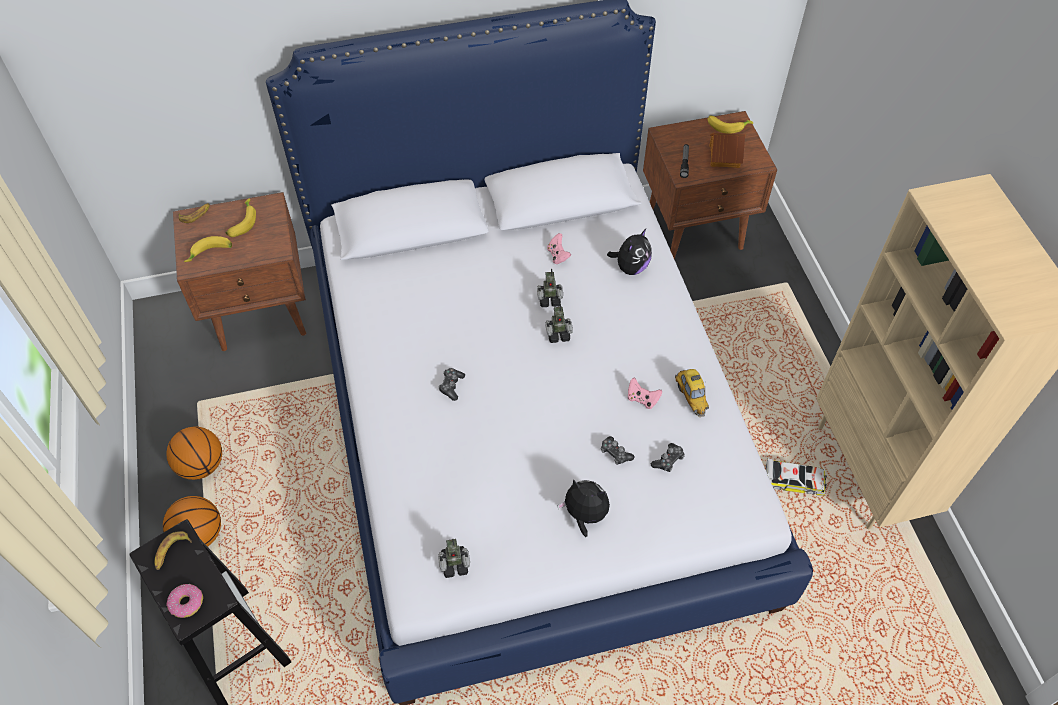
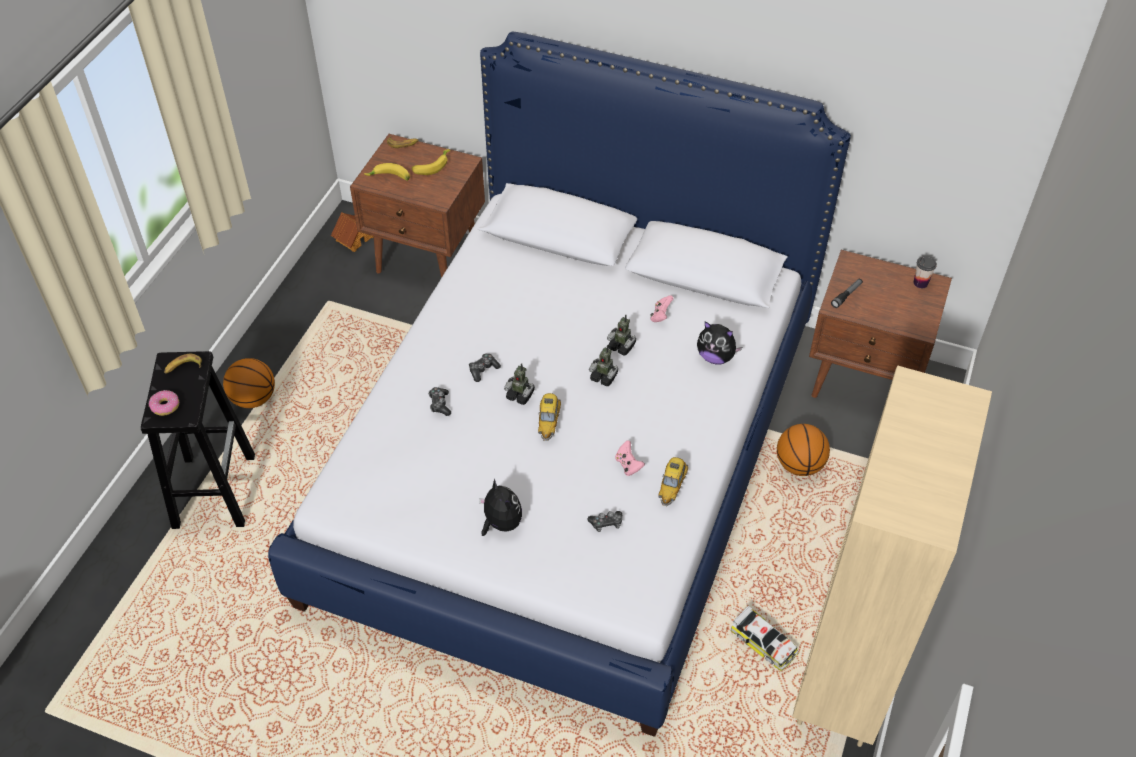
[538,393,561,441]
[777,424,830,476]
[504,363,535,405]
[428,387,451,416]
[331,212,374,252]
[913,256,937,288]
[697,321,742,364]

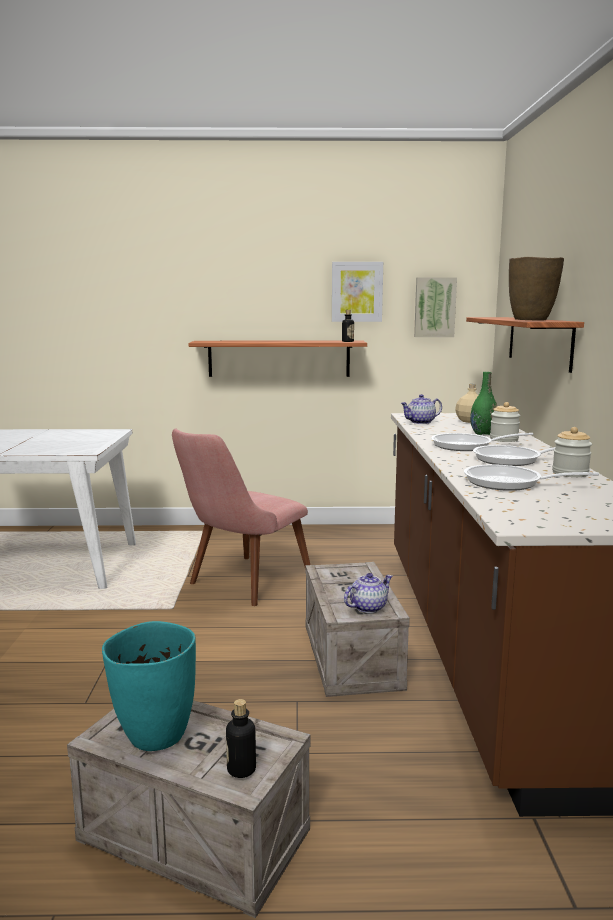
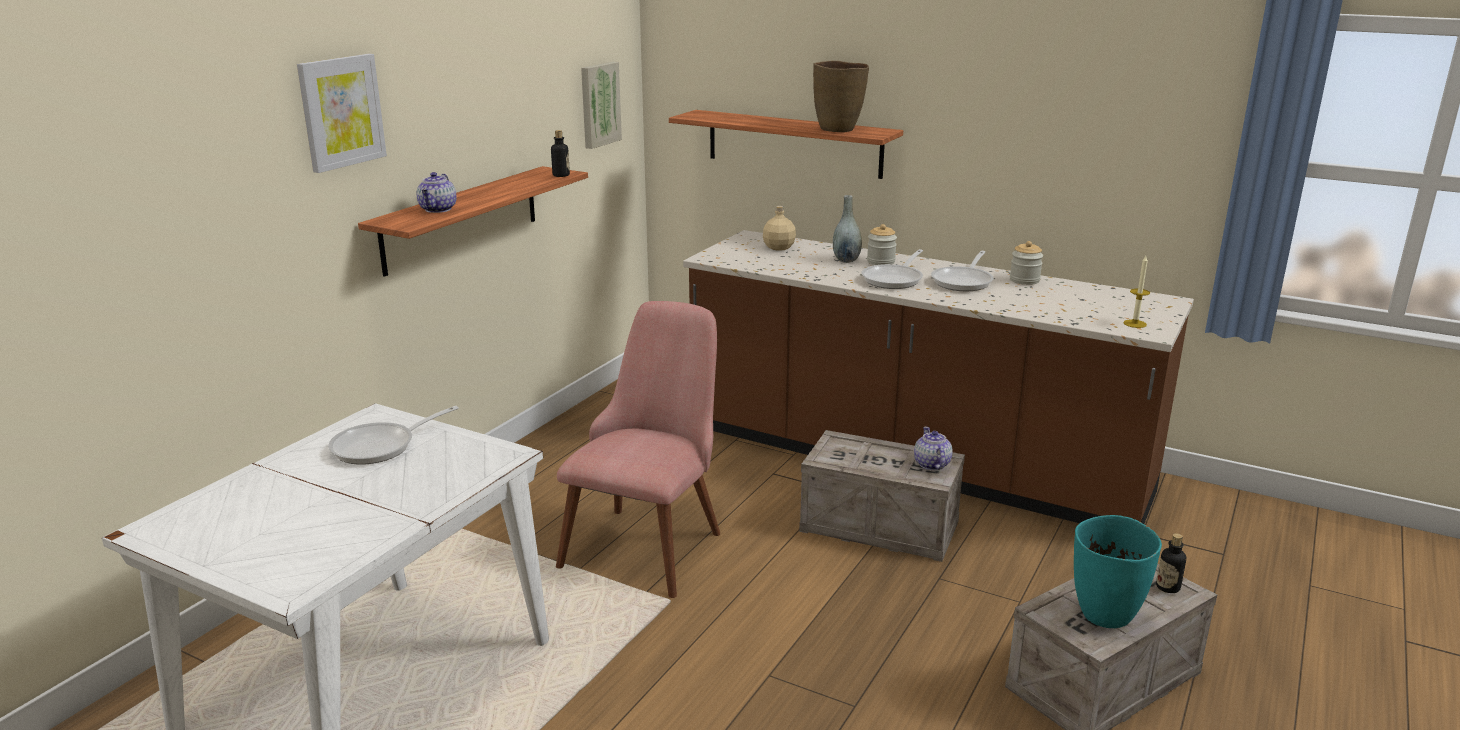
[1124,256,1150,328]
[297,54,387,173]
[417,172,456,213]
[328,406,459,465]
[833,195,862,263]
[556,301,720,598]

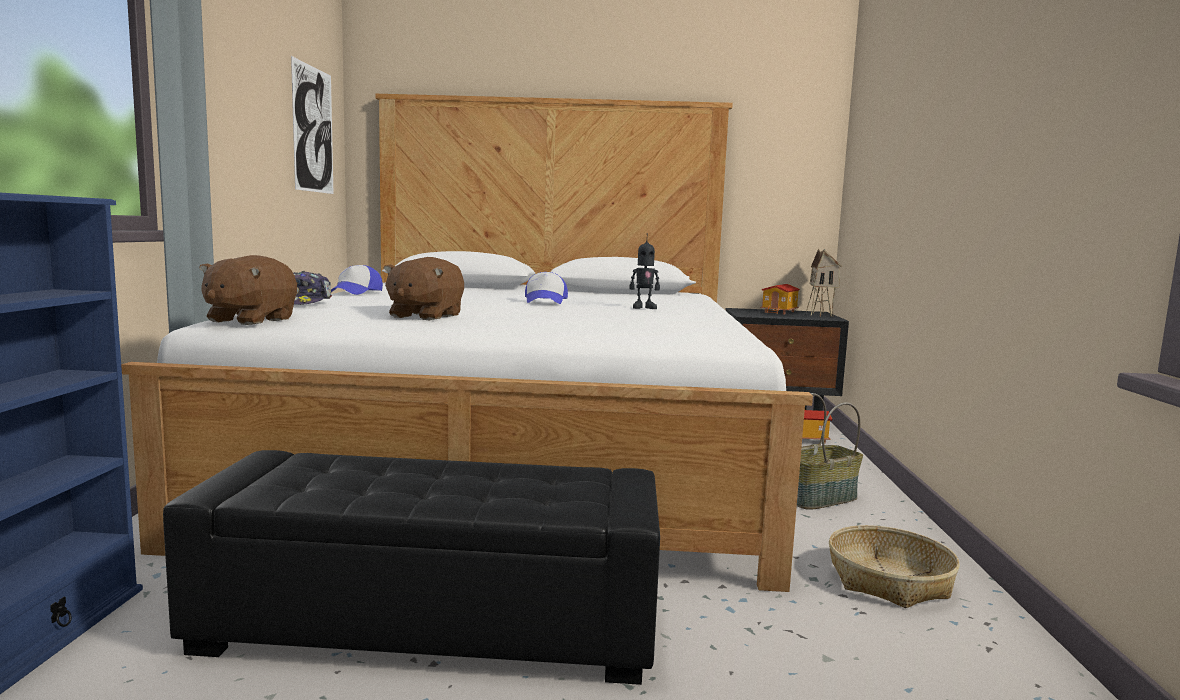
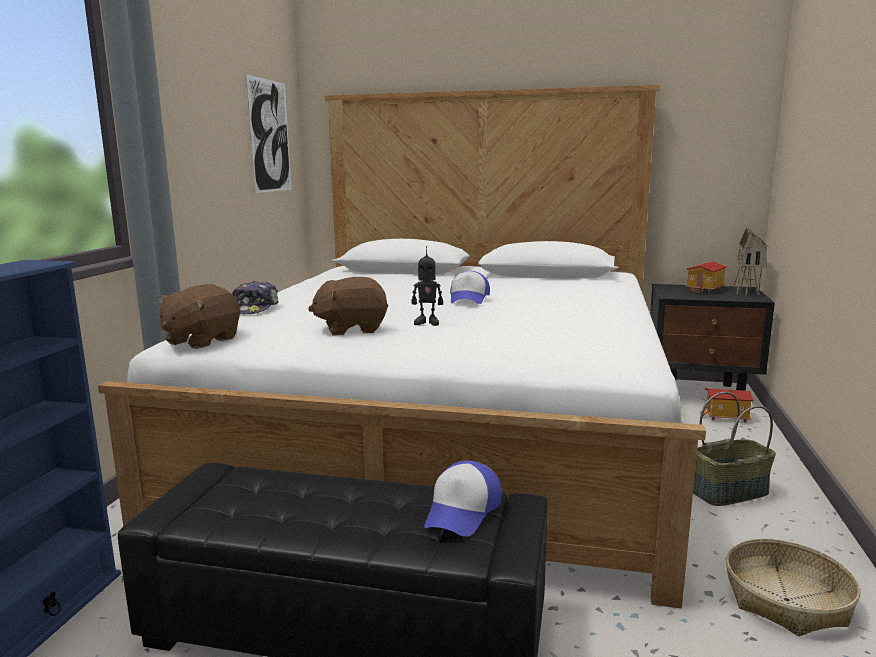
[424,460,502,537]
[412,246,443,326]
[308,277,388,335]

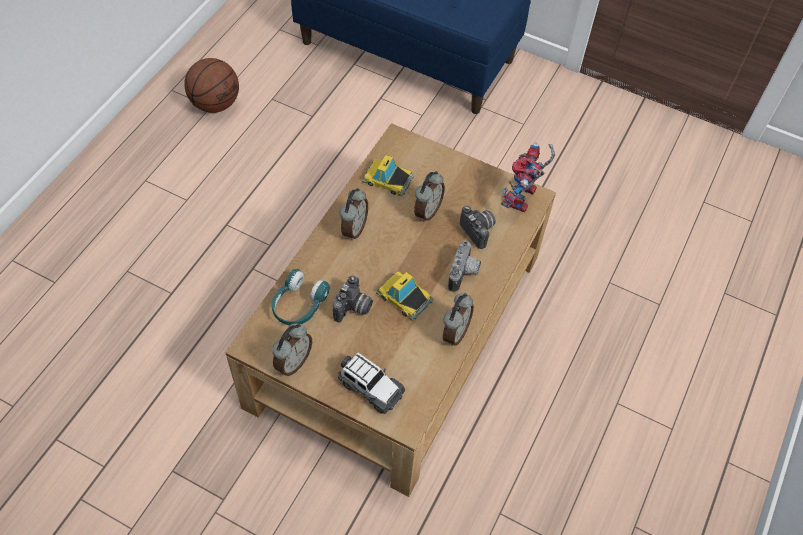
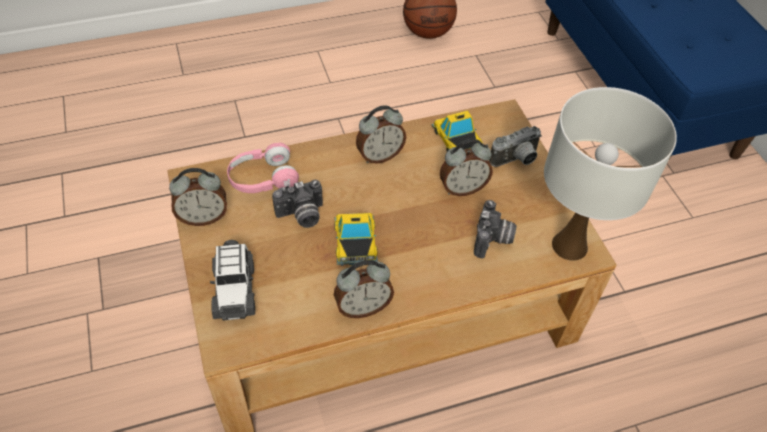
[489,126,542,167]
[544,87,677,261]
[227,143,299,193]

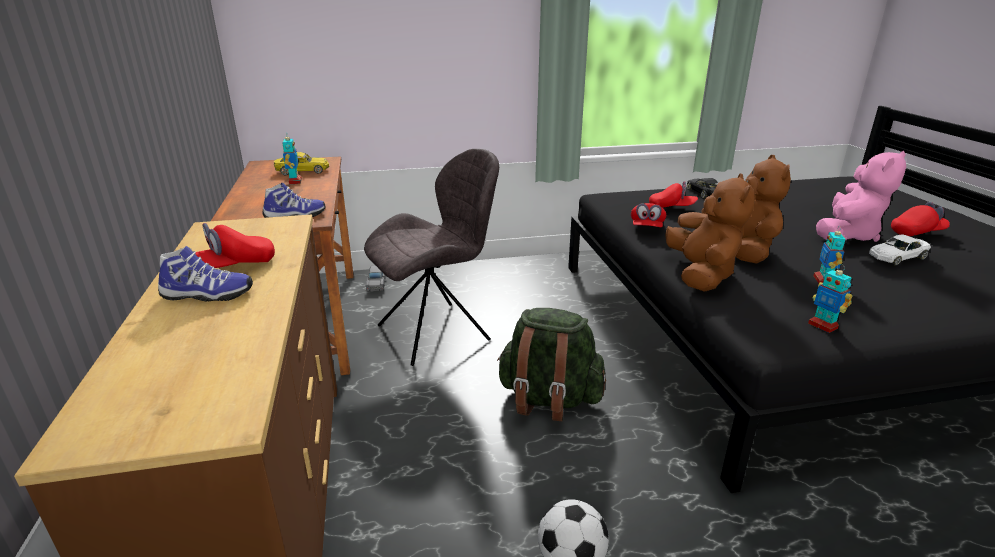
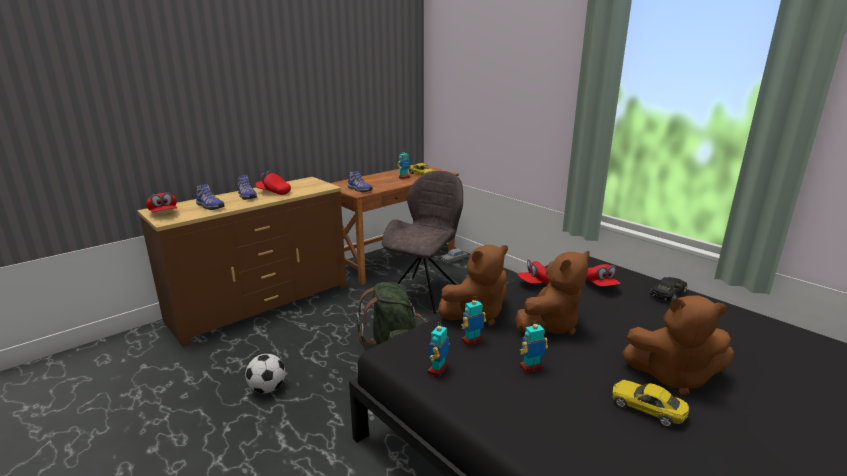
[196,184,225,210]
[461,296,486,346]
[146,192,177,213]
[622,295,734,396]
[612,380,689,427]
[382,171,463,314]

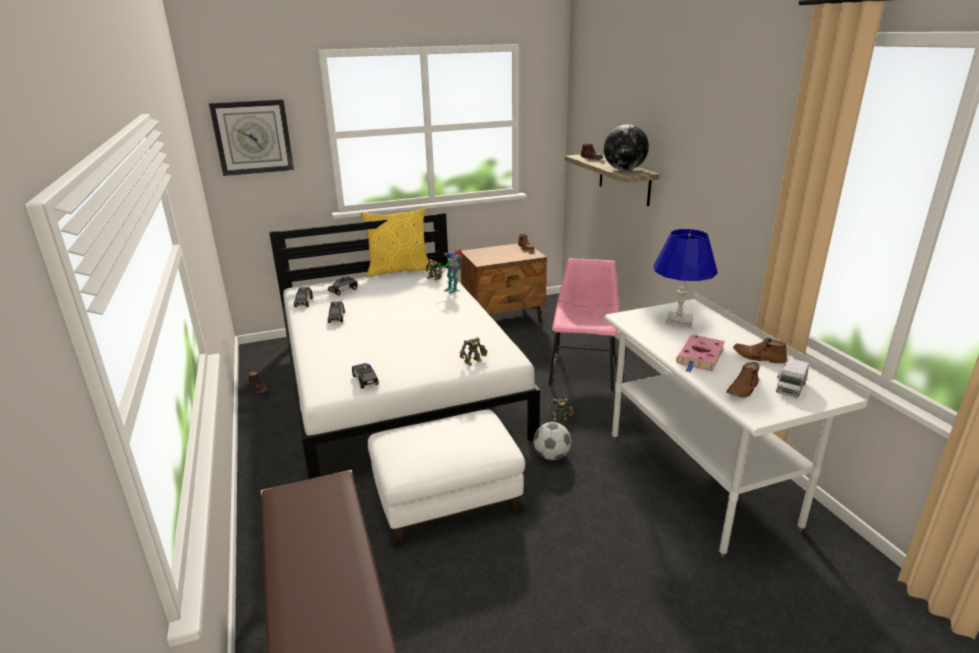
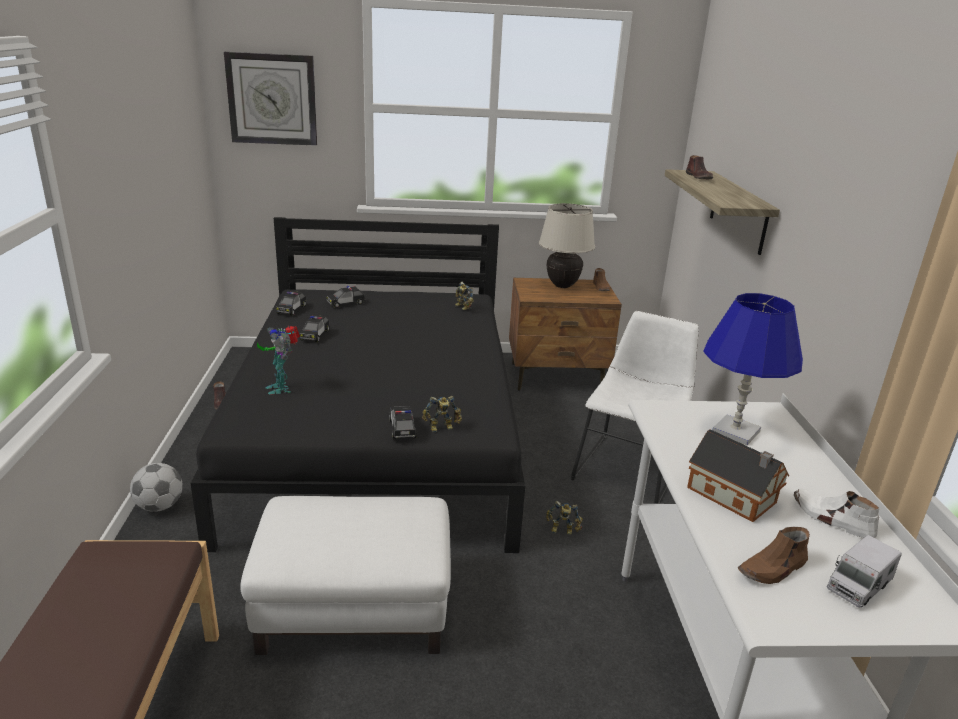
[361,208,430,277] (first image)
[604,124,649,171] (first image)
[539,203,595,288]
[389,406,417,439]
[257,326,300,395]
[130,463,183,512]
[687,429,789,522]
[190,217,525,553]
[571,311,699,504]
[794,488,880,538]

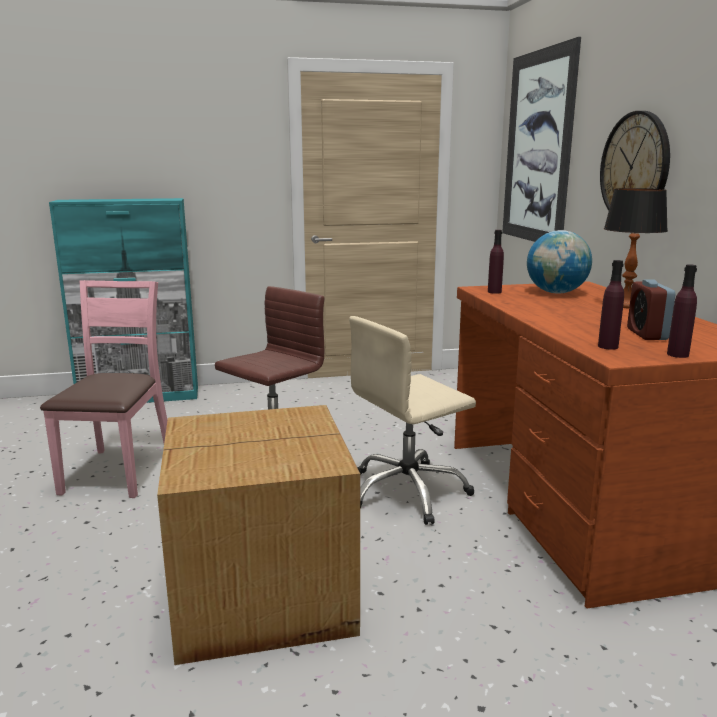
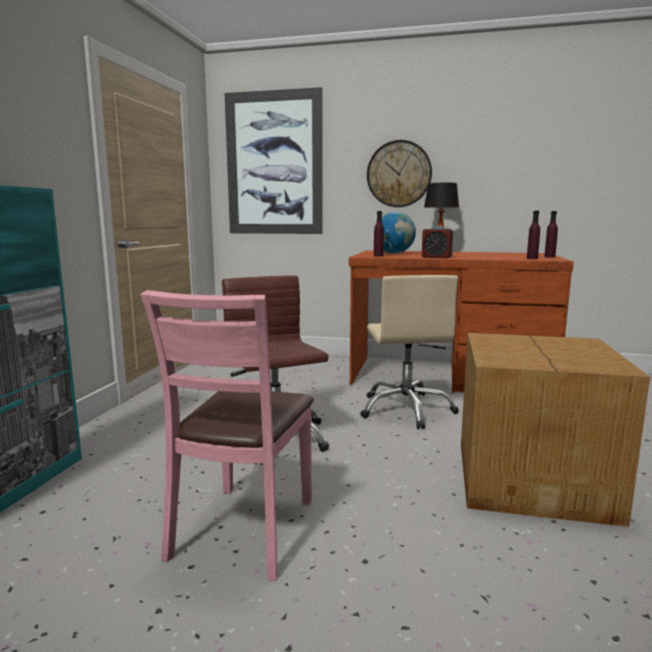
[422,226,453,258]
[140,290,314,581]

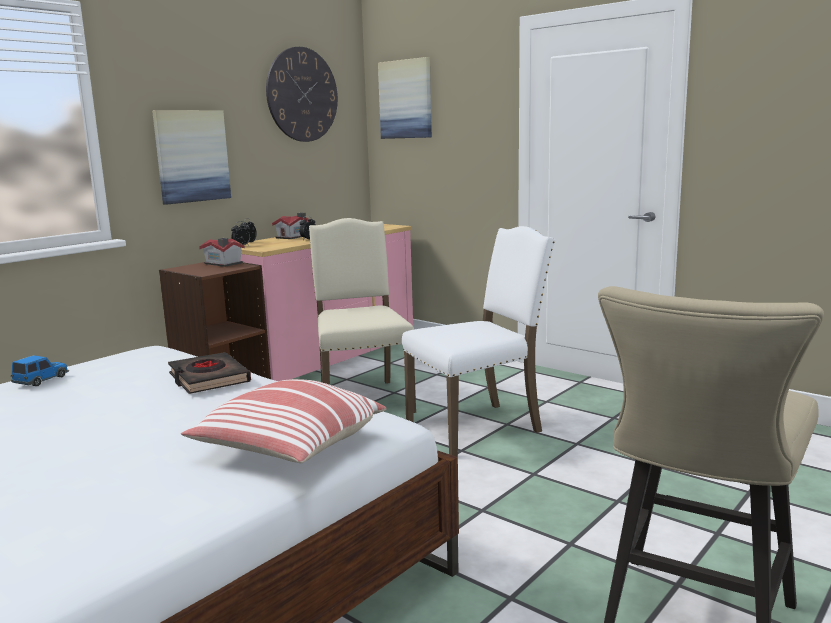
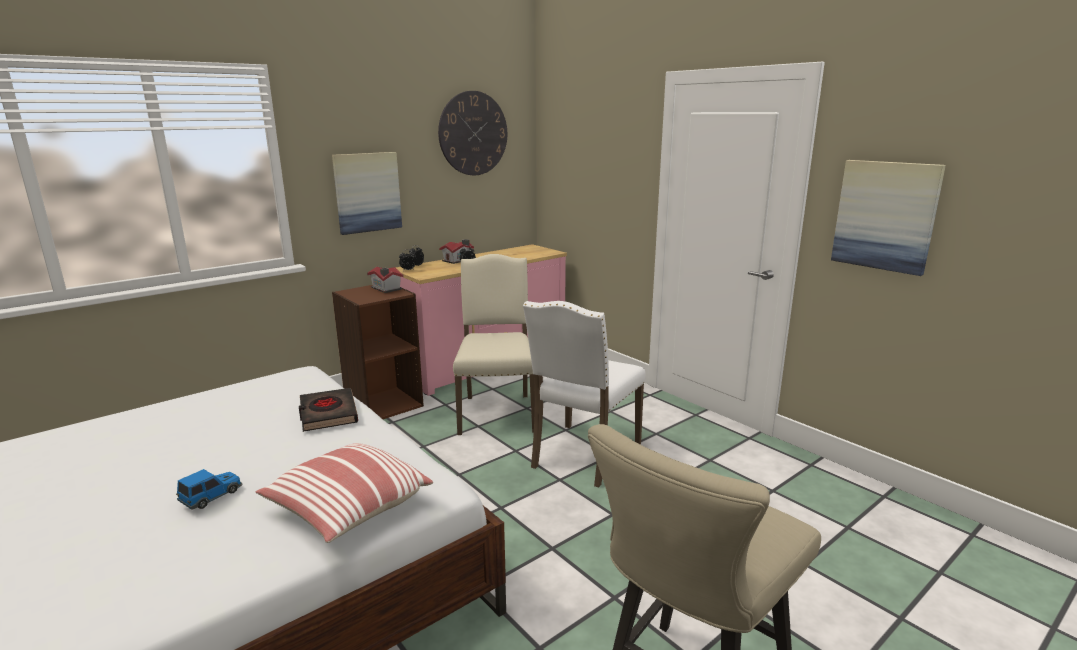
[176,469,242,510]
[831,160,946,276]
[523,301,646,488]

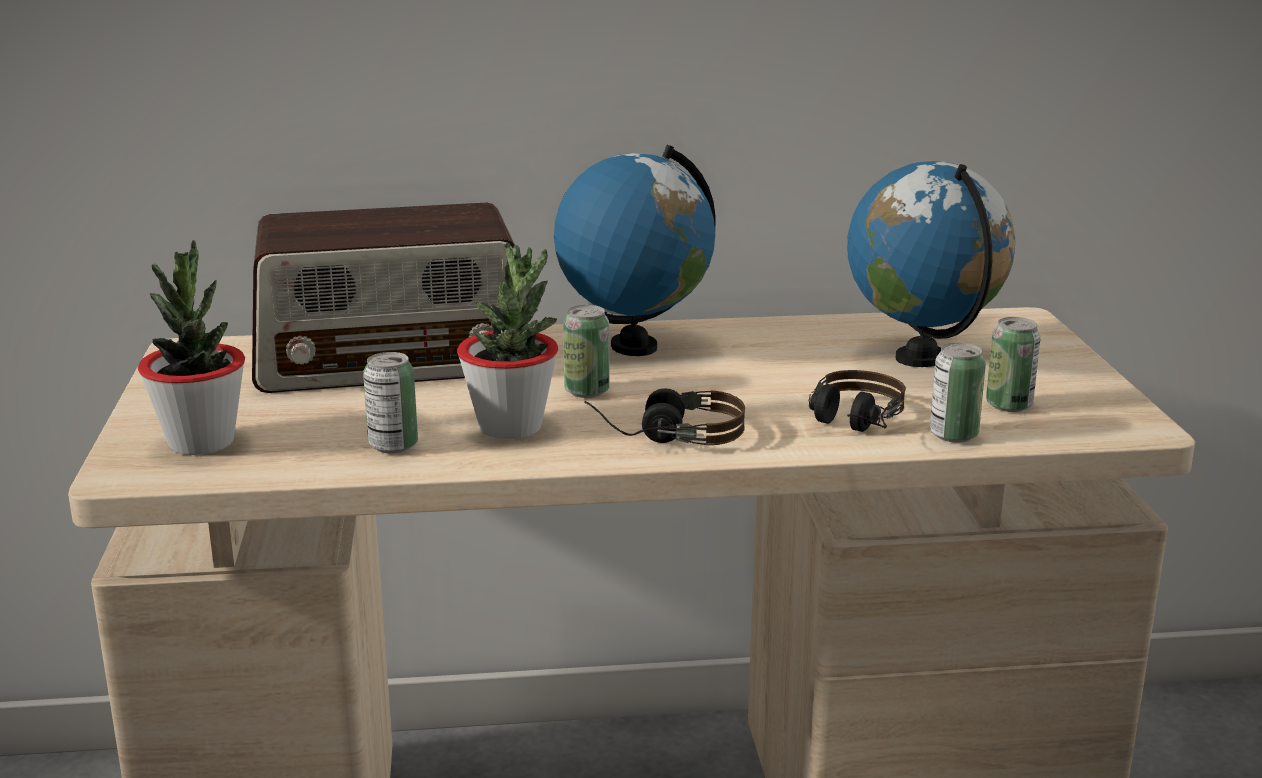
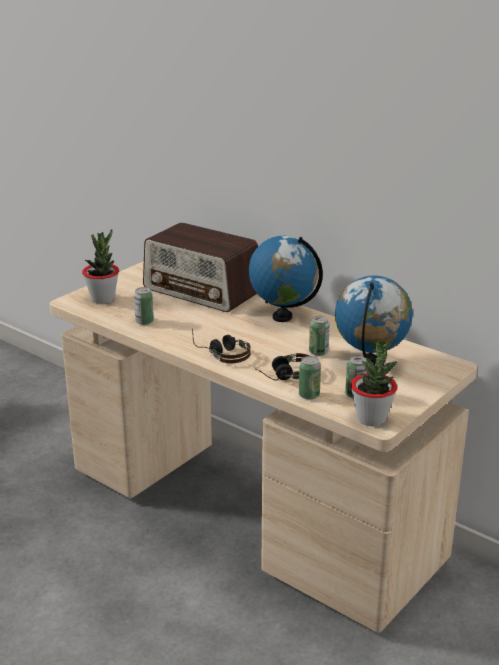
[350,341,398,426]
[309,316,330,356]

